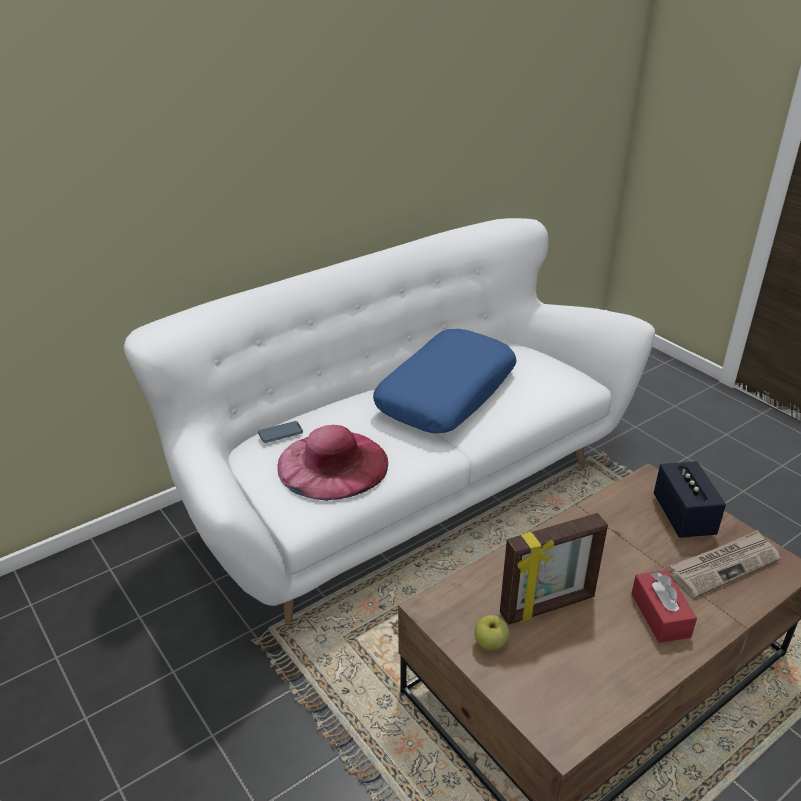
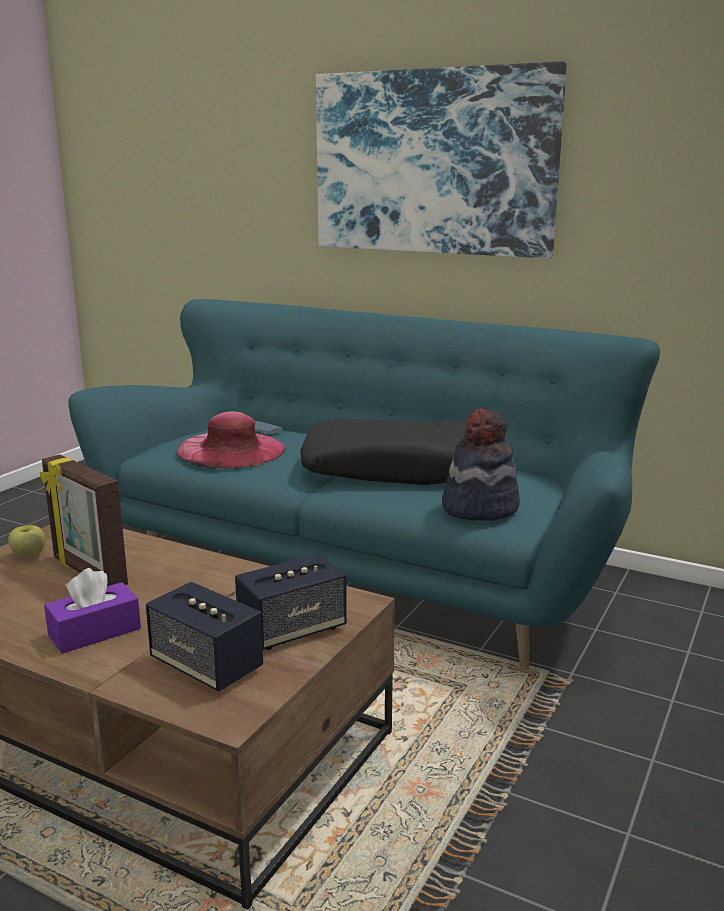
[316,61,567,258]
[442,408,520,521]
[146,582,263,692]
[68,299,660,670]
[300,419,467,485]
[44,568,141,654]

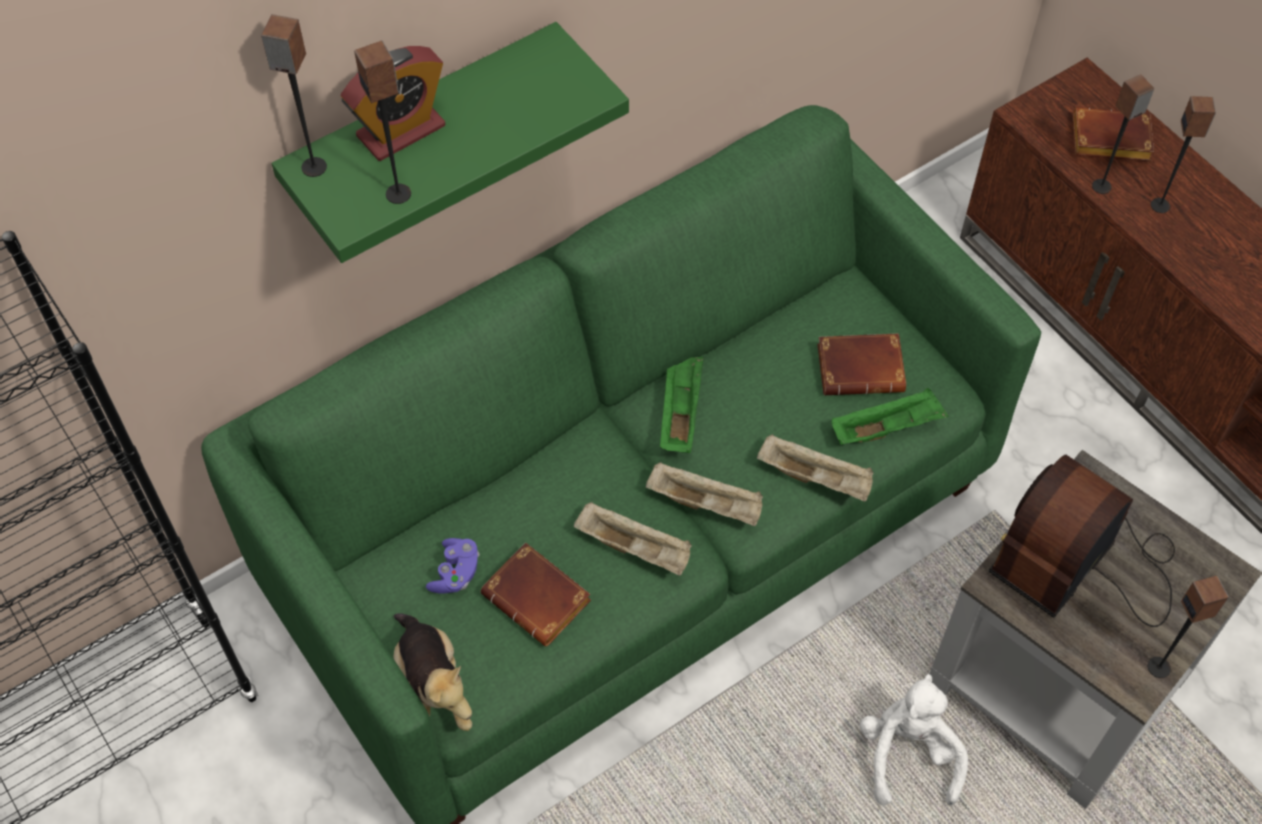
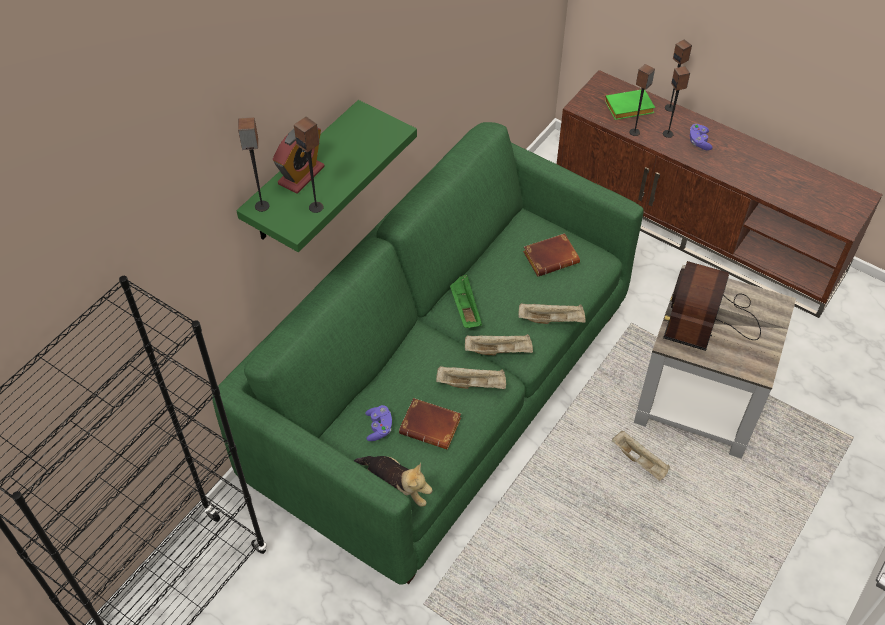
[831,388,948,445] (first image)
[690,124,713,151]
[665,39,692,112]
[612,431,670,481]
[605,89,655,120]

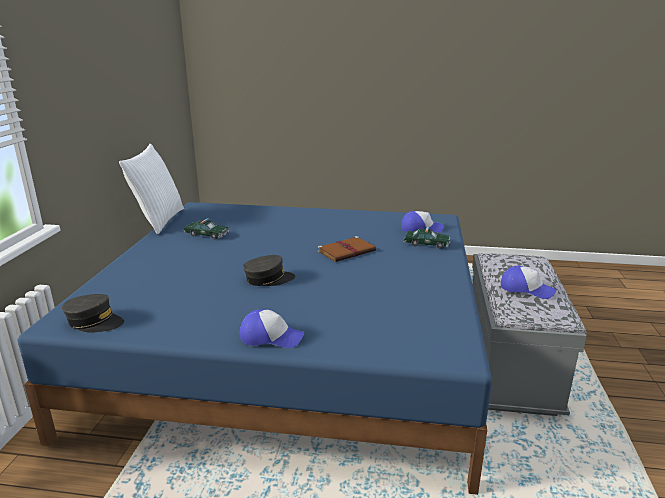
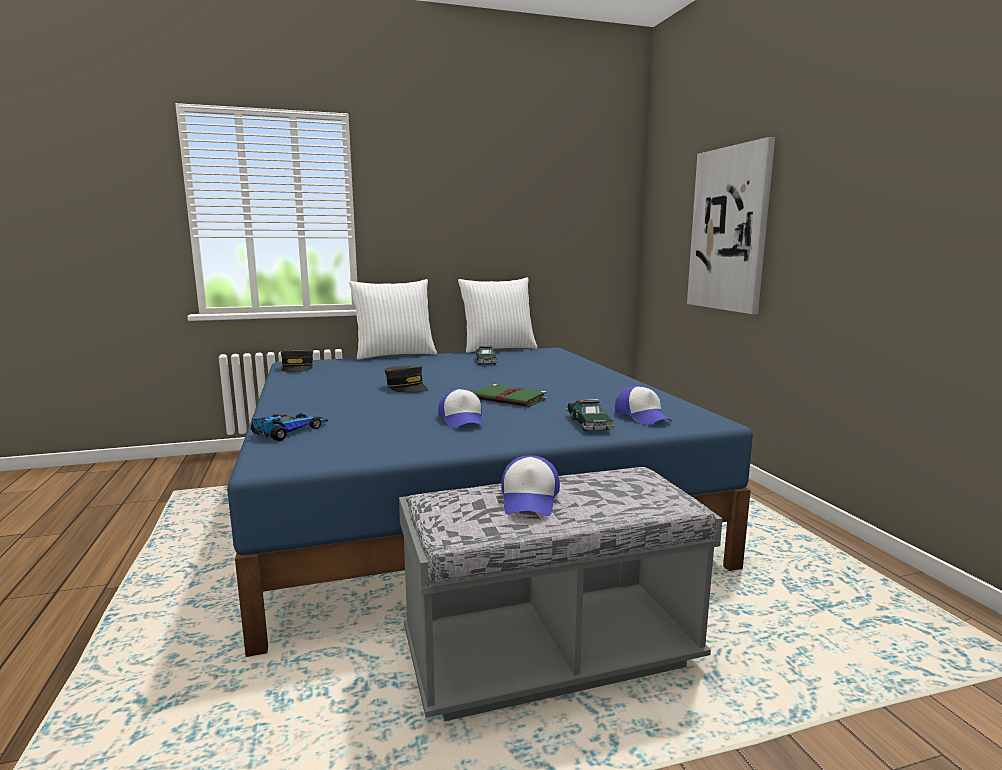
[251,413,328,441]
[349,279,437,360]
[687,137,775,314]
[438,389,483,429]
[473,384,547,407]

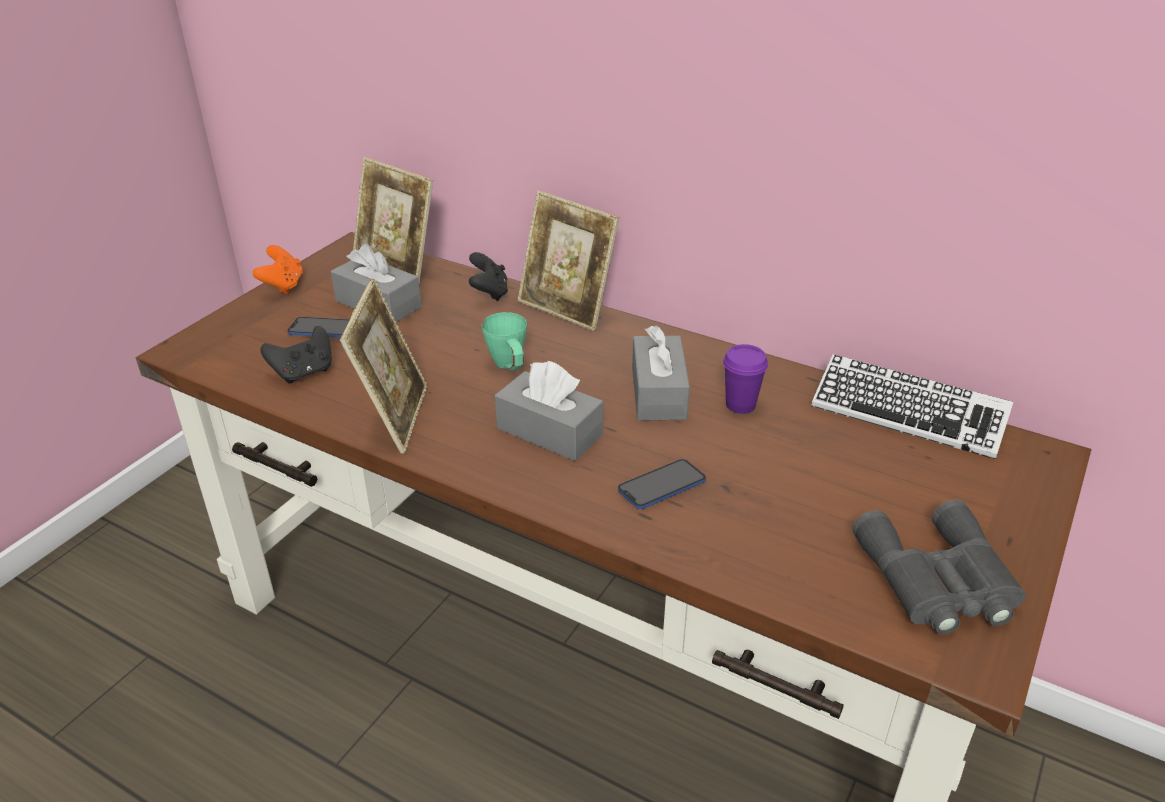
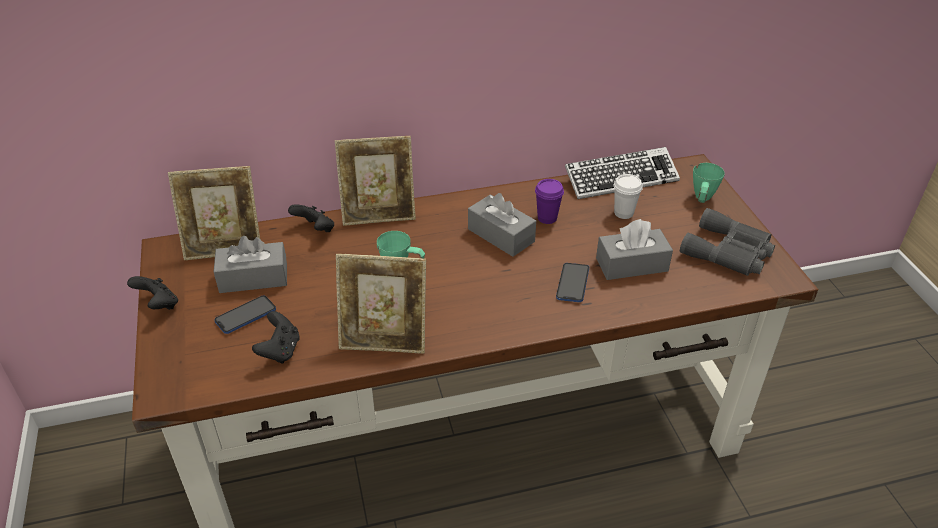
[614,174,643,219]
[693,163,725,203]
[596,219,673,280]
[127,276,178,310]
[336,254,426,354]

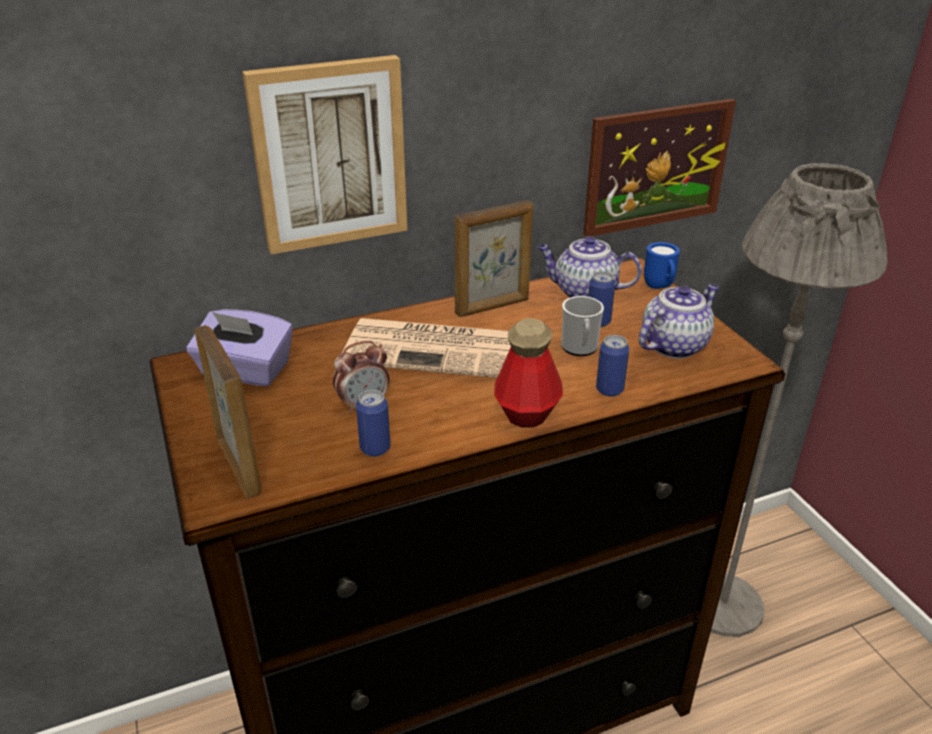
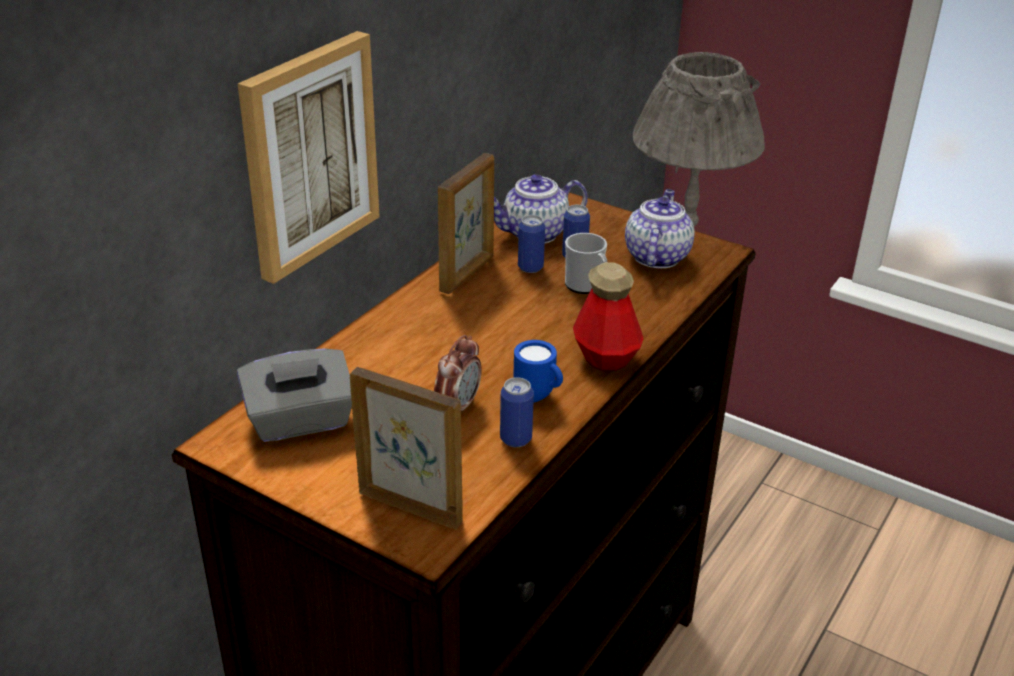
[342,318,511,378] (first image)
[583,99,736,237] (first image)
[518,215,545,273]
[513,340,563,403]
[237,348,352,442]

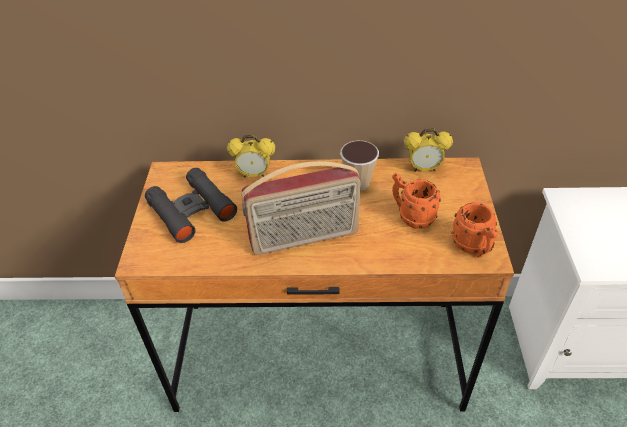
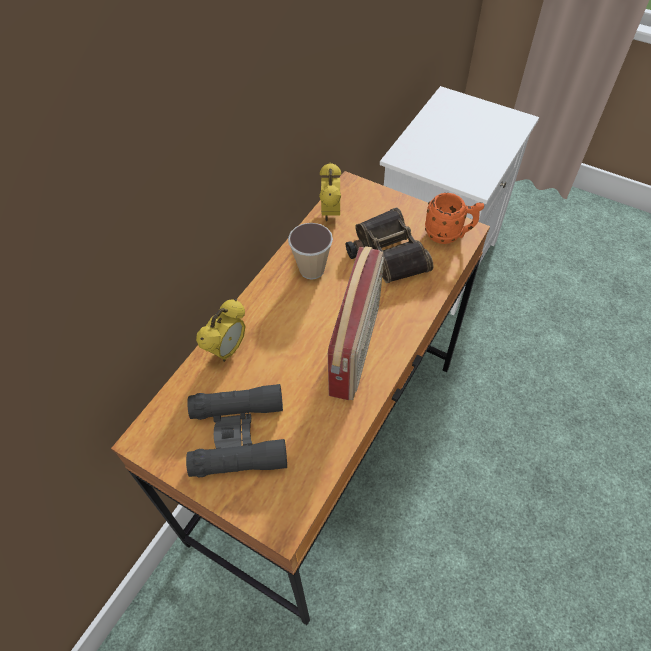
[346,207,434,283]
[319,162,341,221]

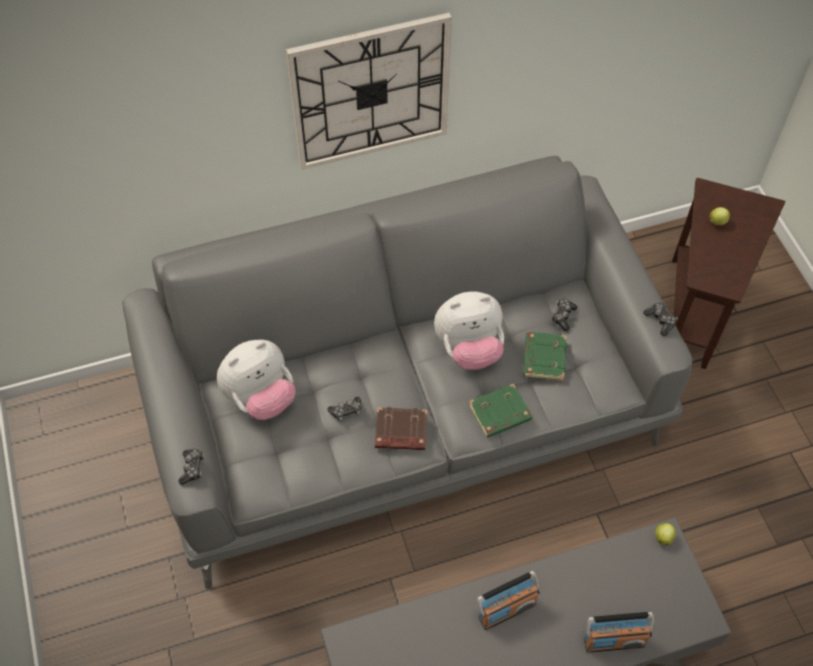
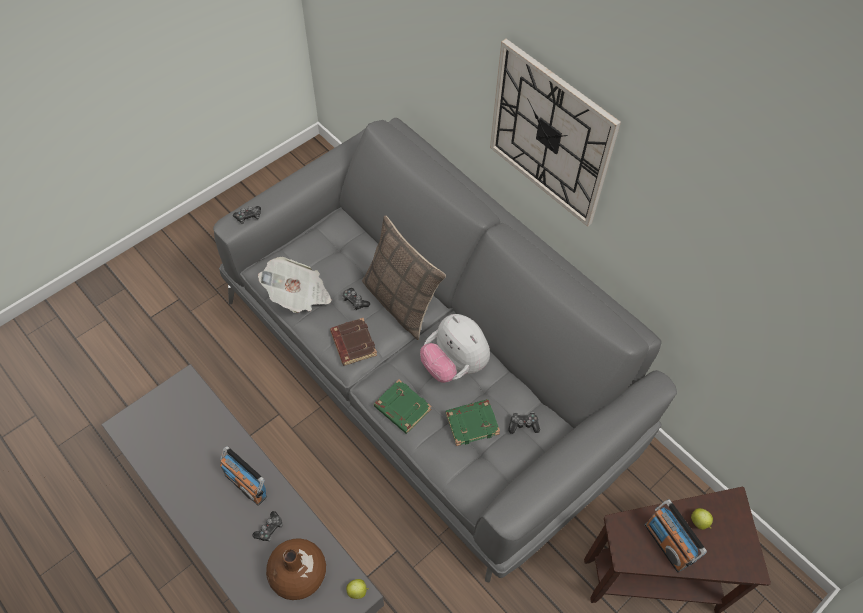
[217,339,296,420] (first image)
[258,257,332,313]
[266,538,326,600]
[362,215,446,340]
[645,499,707,572]
[252,511,283,541]

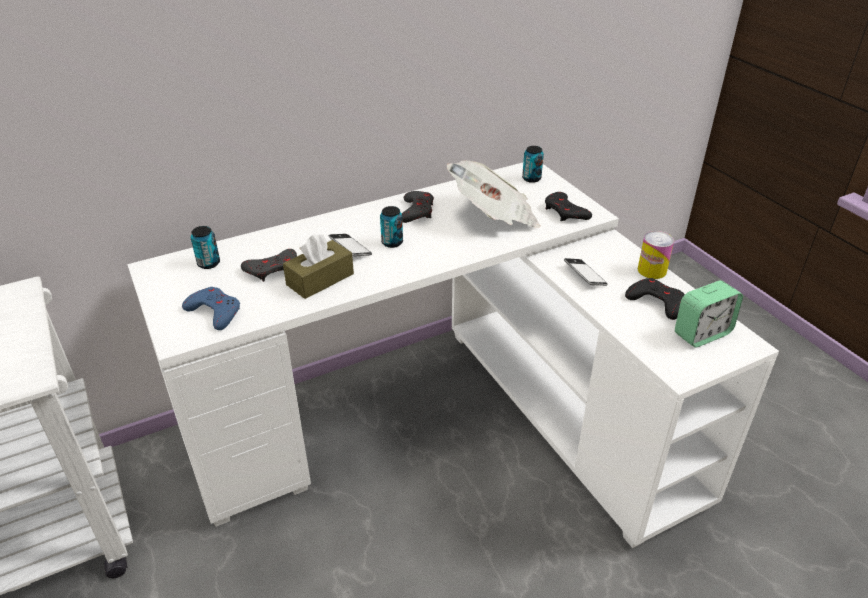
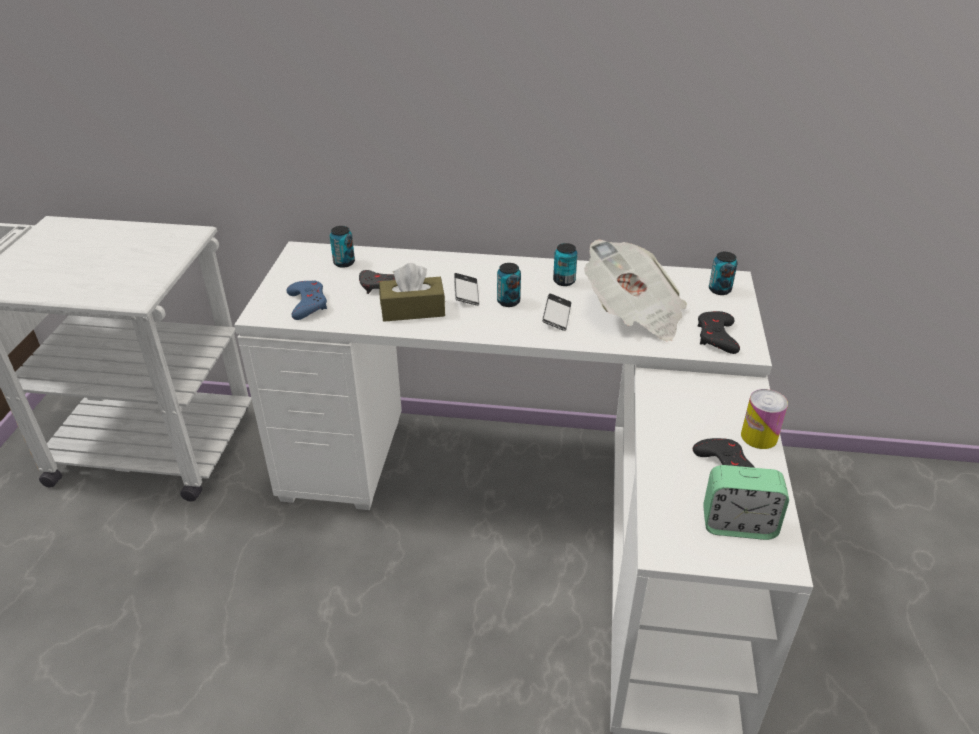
[542,293,571,331]
[553,243,578,286]

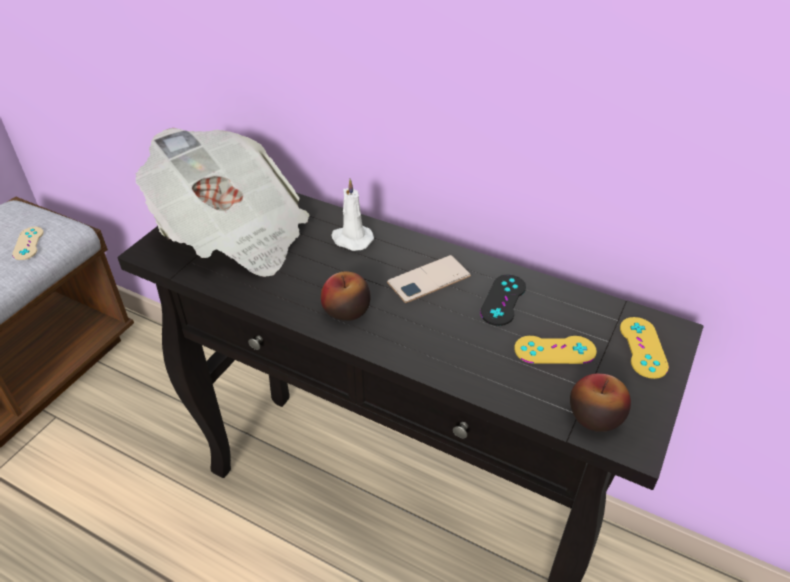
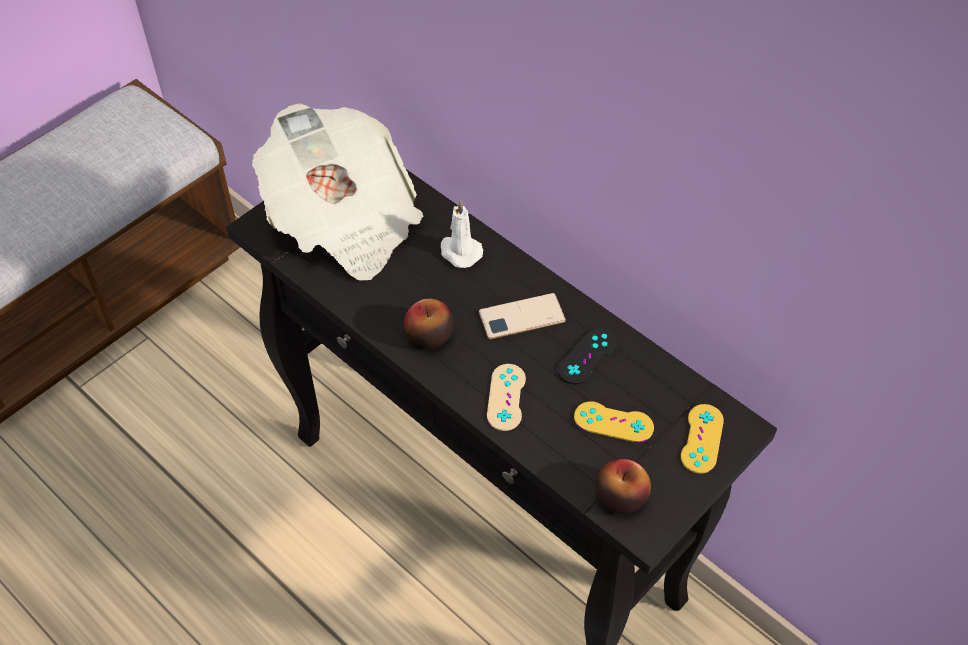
[487,364,526,431]

